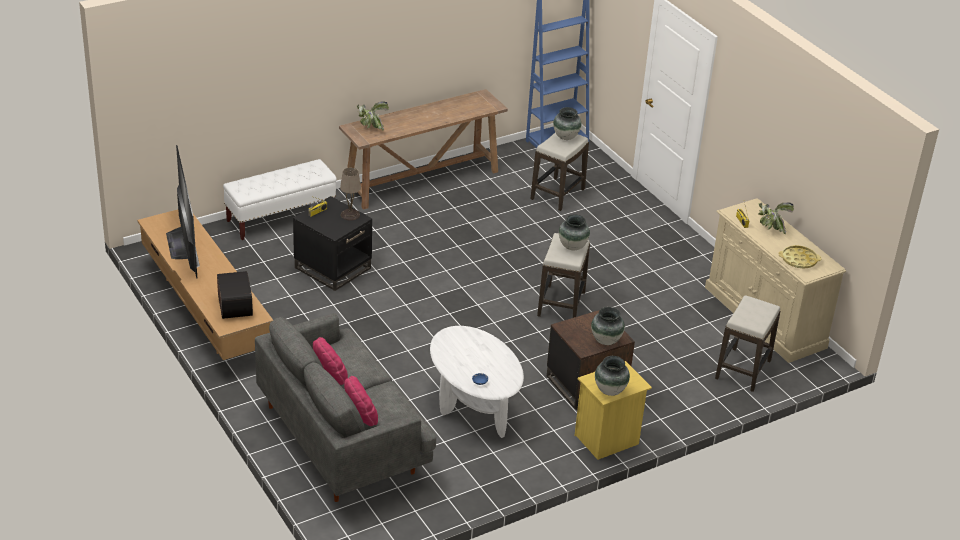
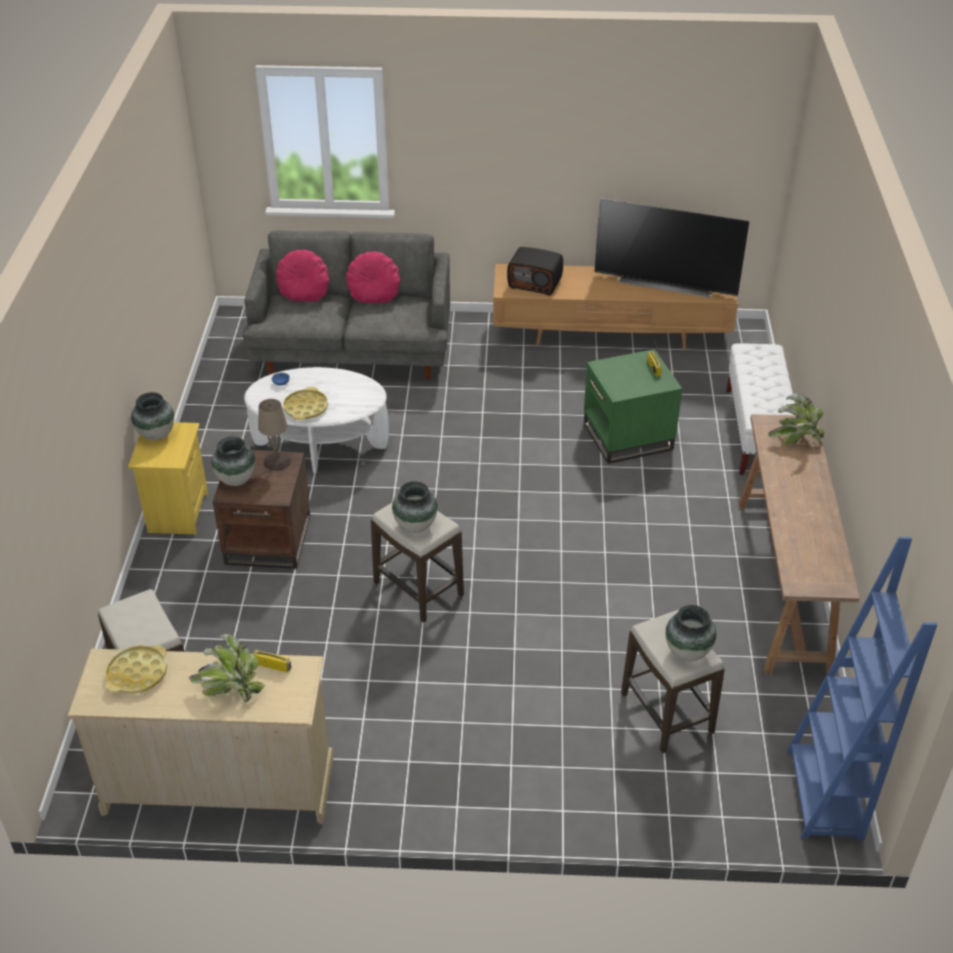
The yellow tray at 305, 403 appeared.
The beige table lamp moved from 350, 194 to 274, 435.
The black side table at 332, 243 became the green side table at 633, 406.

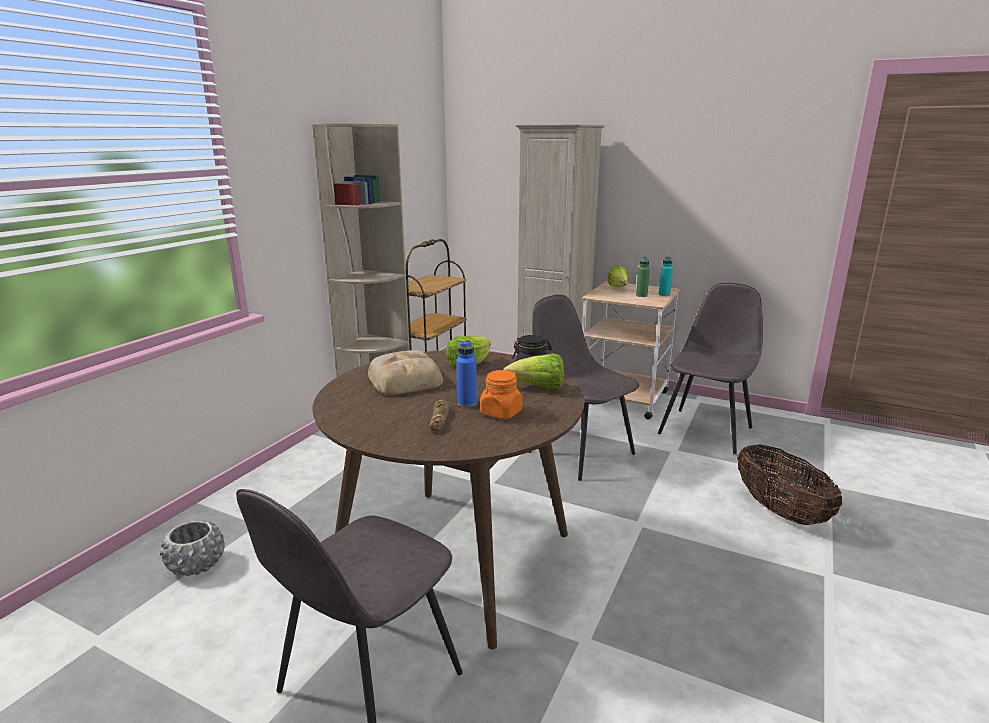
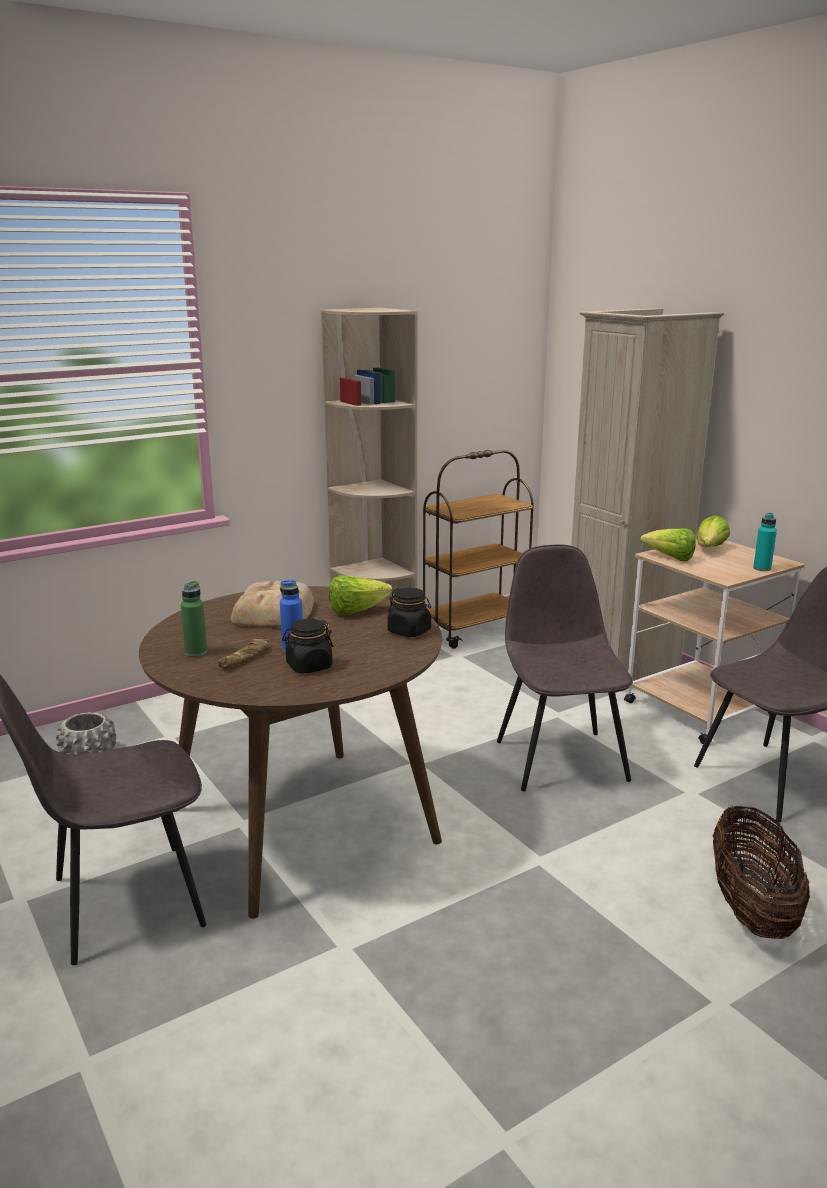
The lettuce moved from 533, 371 to 668, 544.
The green bottle moved from 643, 277 to 194, 619.
The orange jar at 501, 394 became the black jar at 308, 646.

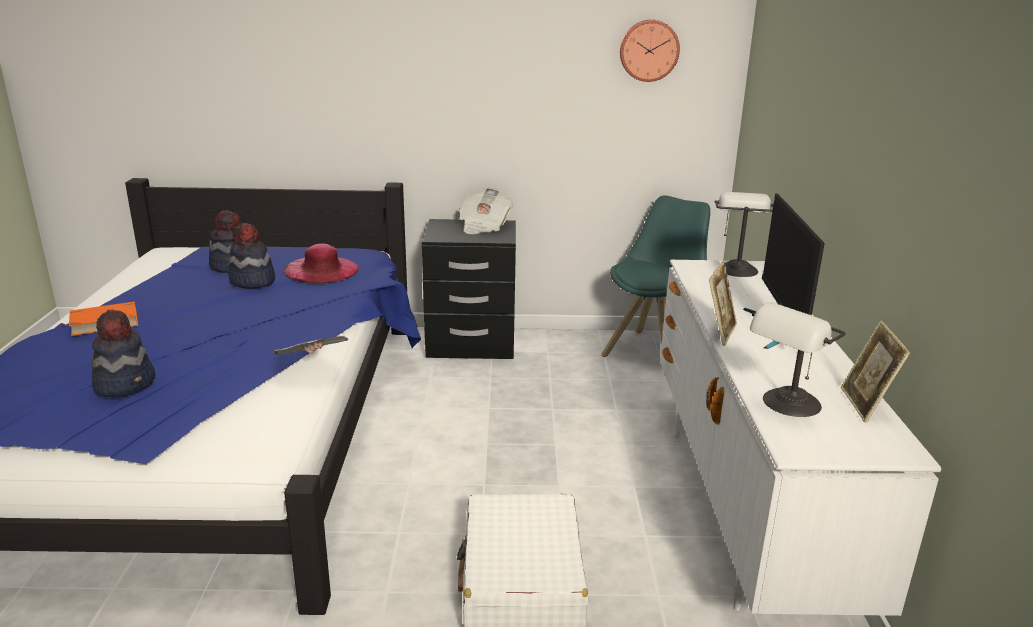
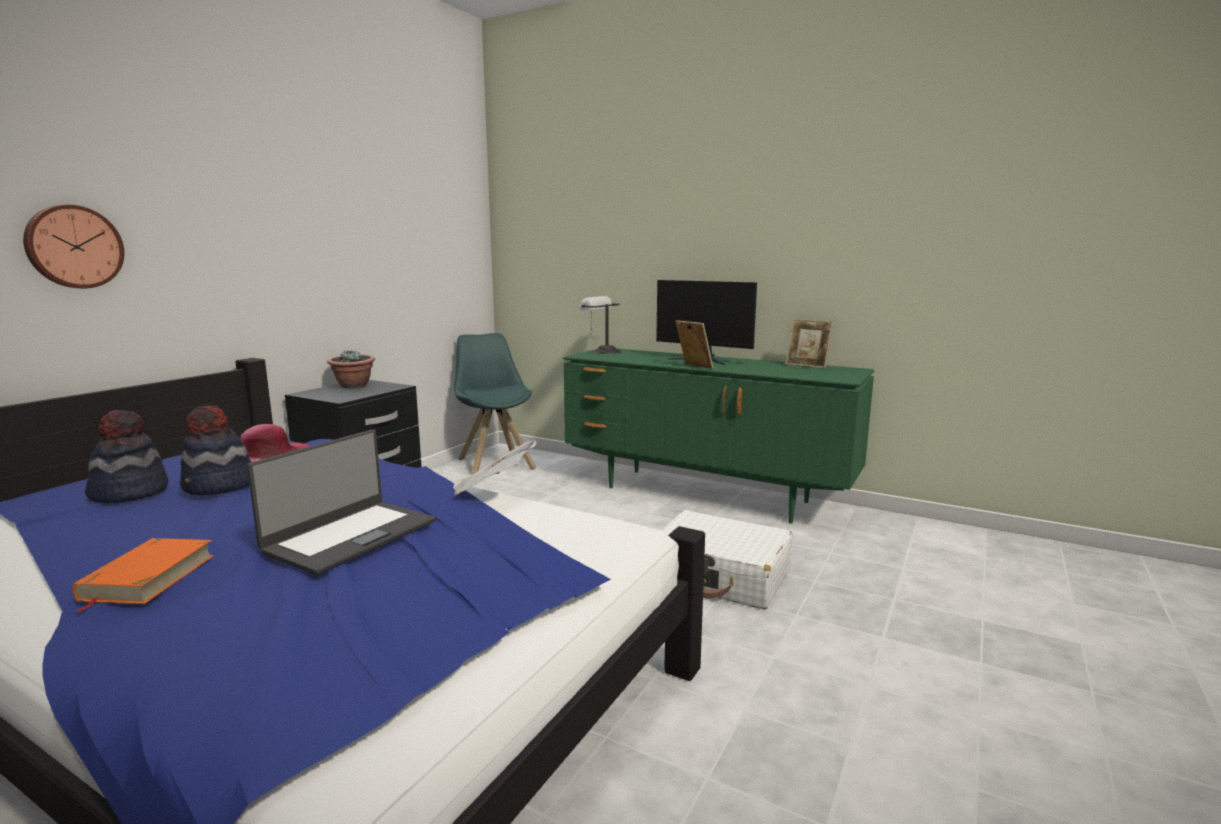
The hat at 123, 353 disappeared.
The table lamp at 798, 359 disappeared.
The laptop at 341, 502 appeared.
The wall clock moved from 650, 51 to 73, 246.
The newspaper at 486, 211 was replaced by the potted plant at 351, 369.
The white dresser at 800, 438 became the green dresser at 718, 436.

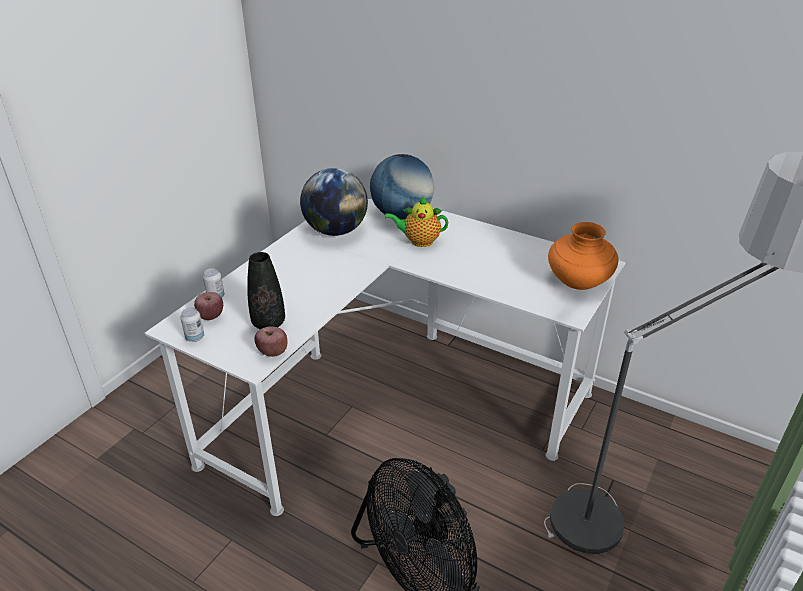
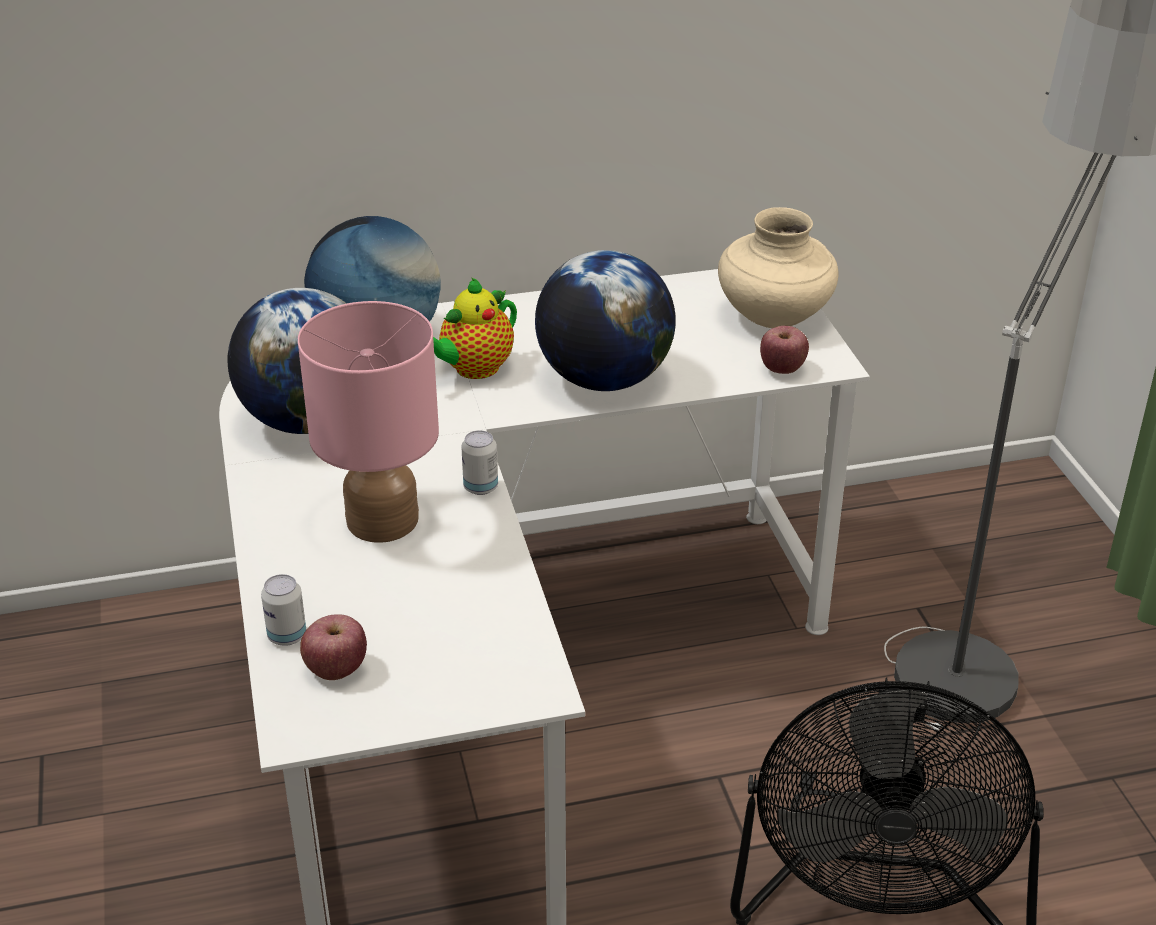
The black vase at 266, 290 disappeared.
The pink table lamp at 368, 422 appeared.
The globe at 605, 320 appeared.
The can moved from 192, 324 to 479, 462.
The apple moved from 270, 341 to 784, 350.
The orange vase at 583, 256 became the beige vase at 778, 267.

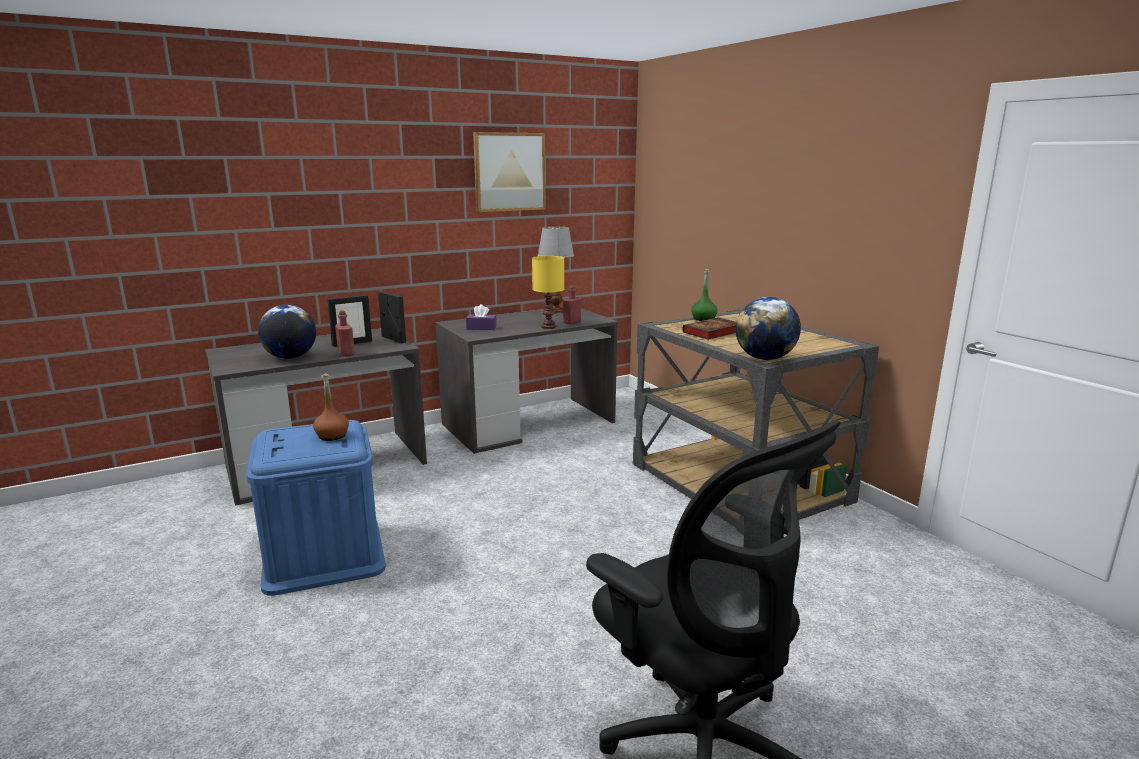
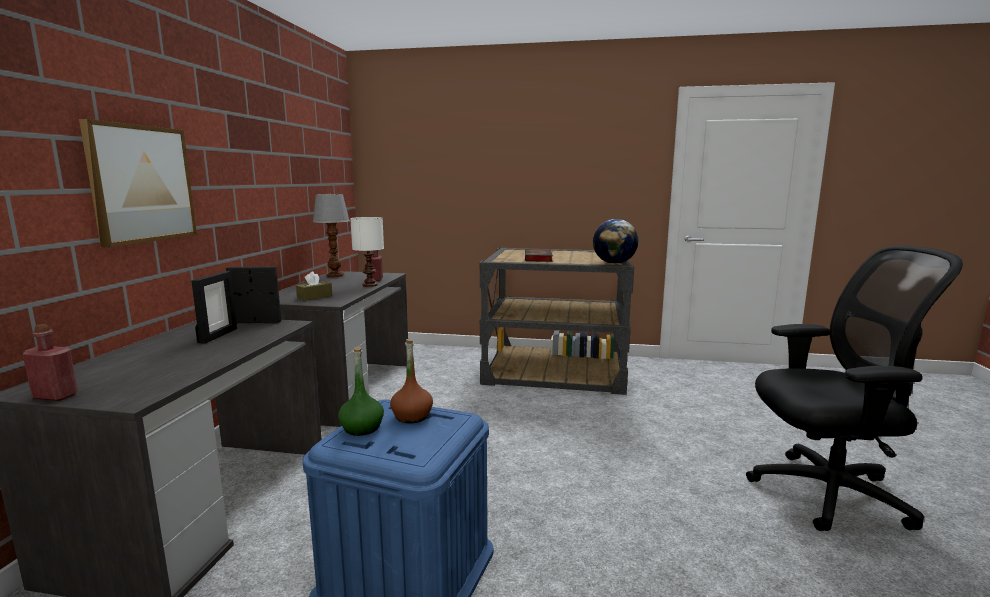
The globe at 287, 332 disappeared.
The red bottle moved from 345, 333 to 50, 362.
The picture moved from 509, 172 to 138, 183.
The green bottle moved from 704, 295 to 361, 391.
The purple tissue box at 481, 317 became the brown tissue box at 314, 286.
The yellow table lamp at 548, 292 became the white table lamp at 367, 252.

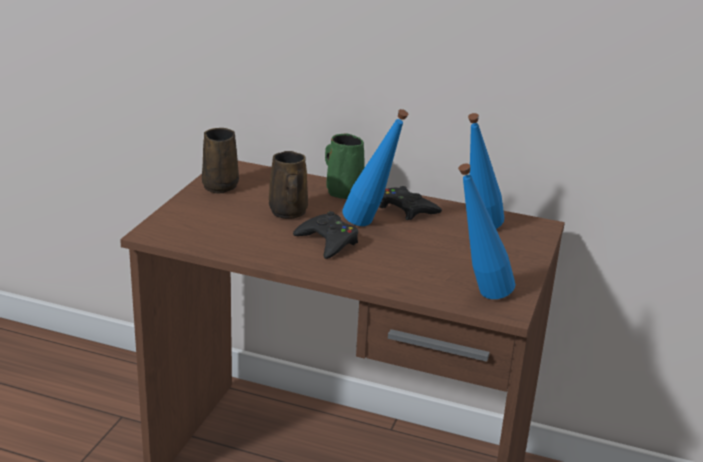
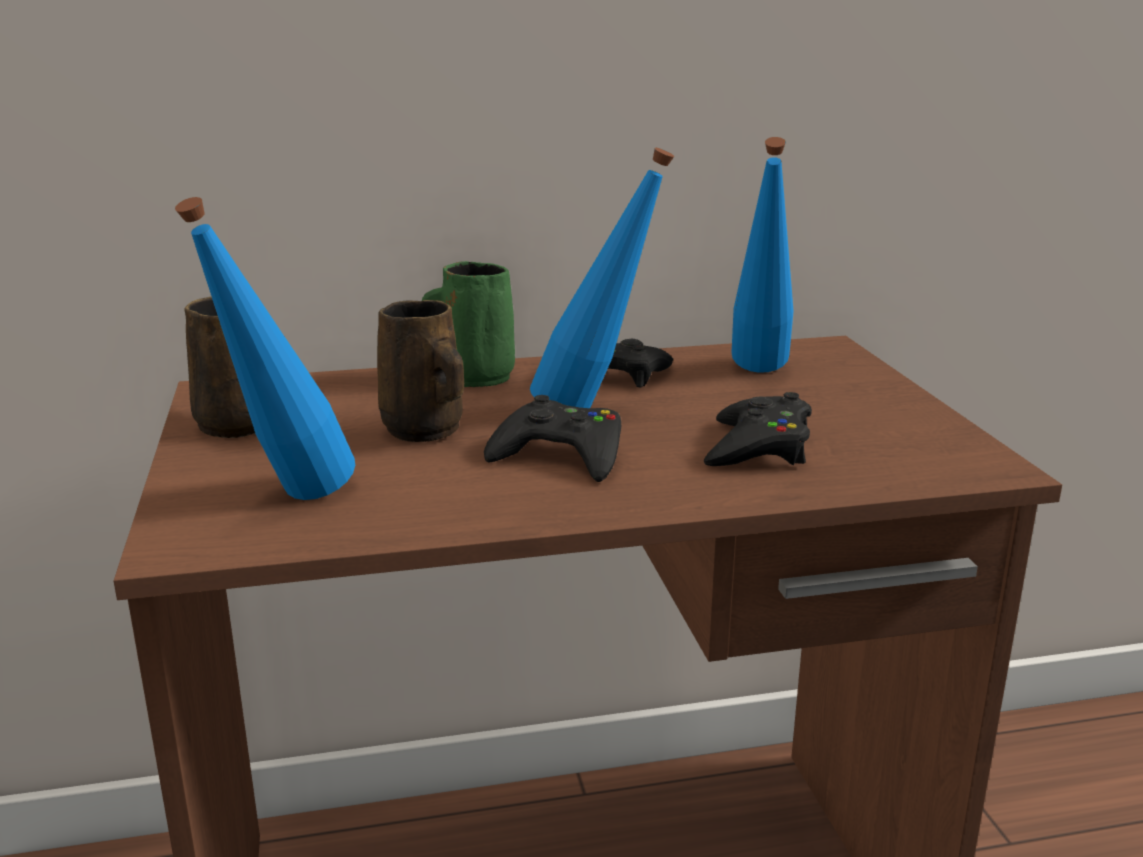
The black game controller at 758, 429 appeared.
The blue bottle moved from 486, 231 to 265, 348.

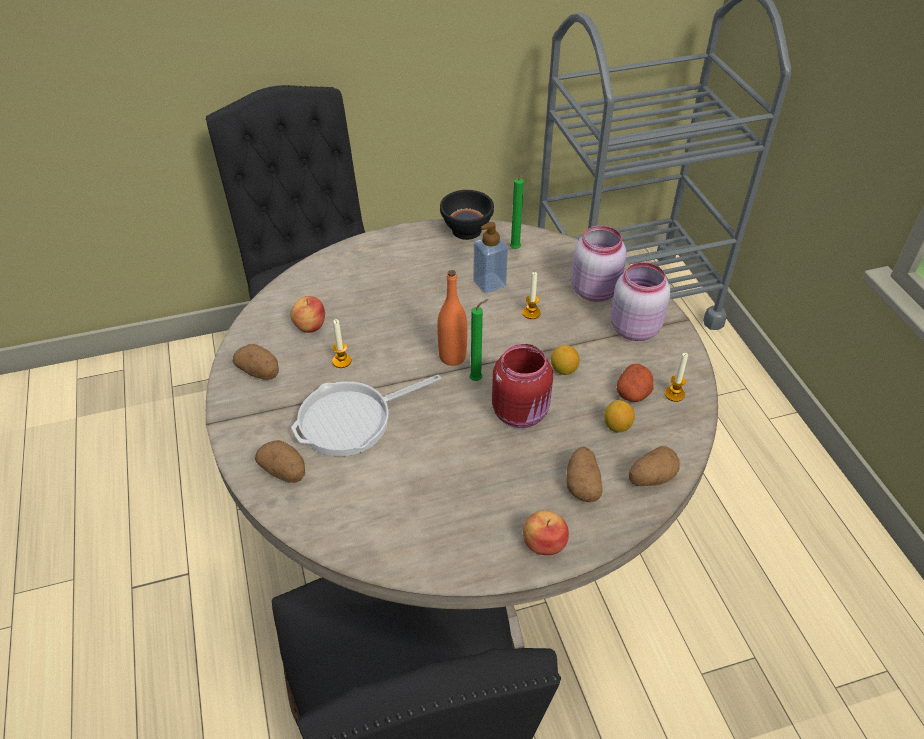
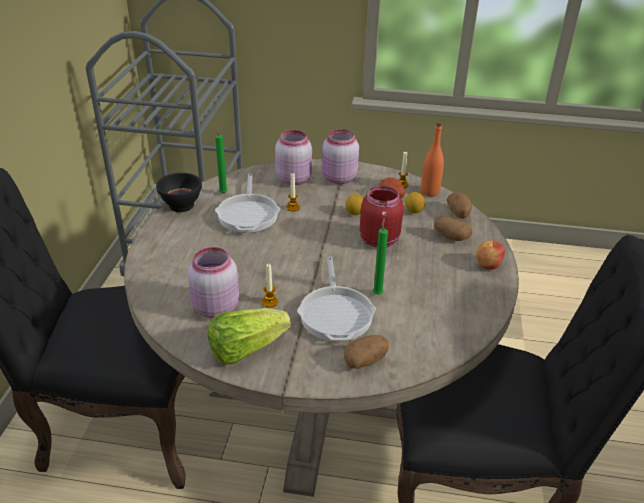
The orange bottle moved from 452, 318 to 432, 160.
The green candle moved from 479, 340 to 380, 256.
The potato at 256, 362 was replaced by the lettuce at 249, 336.
The apple at 307, 314 was replaced by the pink jar at 213, 282.
The soap dispenser at 490, 258 was replaced by the frying pan at 247, 203.

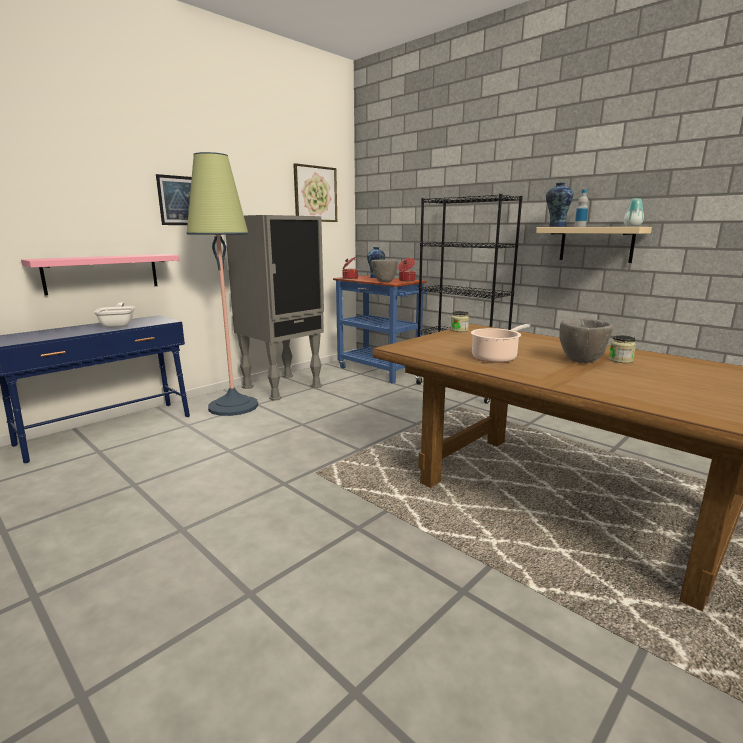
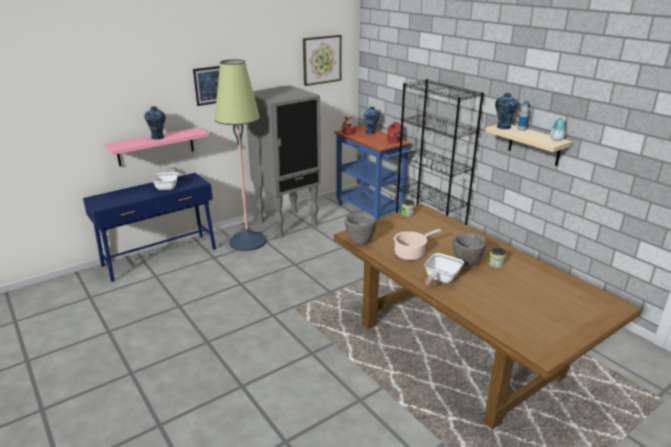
The vase at 155, 123 appeared.
The frying pan at 444, 269 appeared.
The grey bowl moved from 384, 270 to 360, 229.

